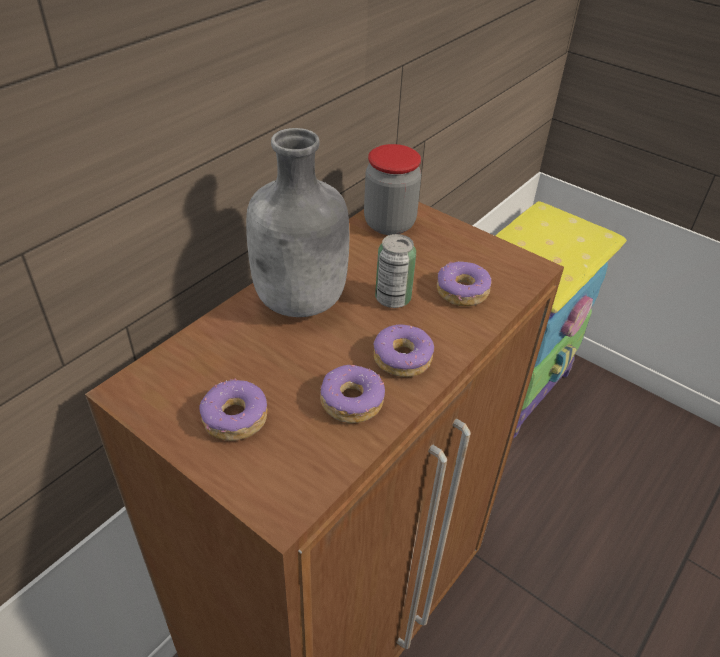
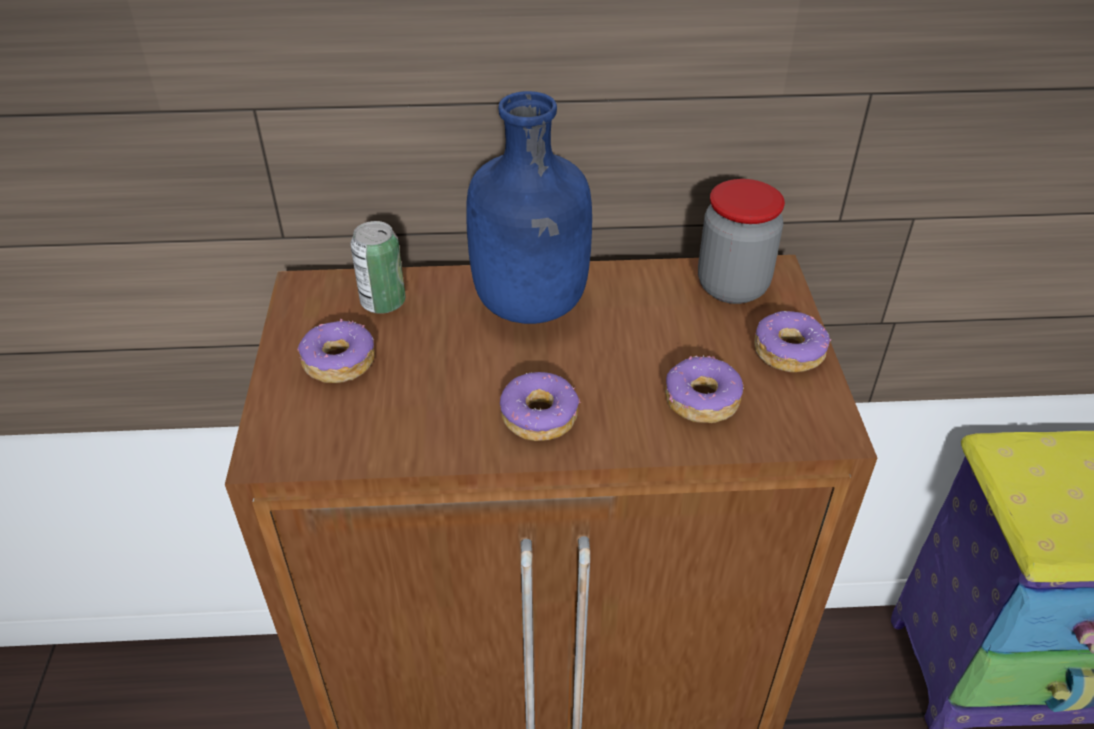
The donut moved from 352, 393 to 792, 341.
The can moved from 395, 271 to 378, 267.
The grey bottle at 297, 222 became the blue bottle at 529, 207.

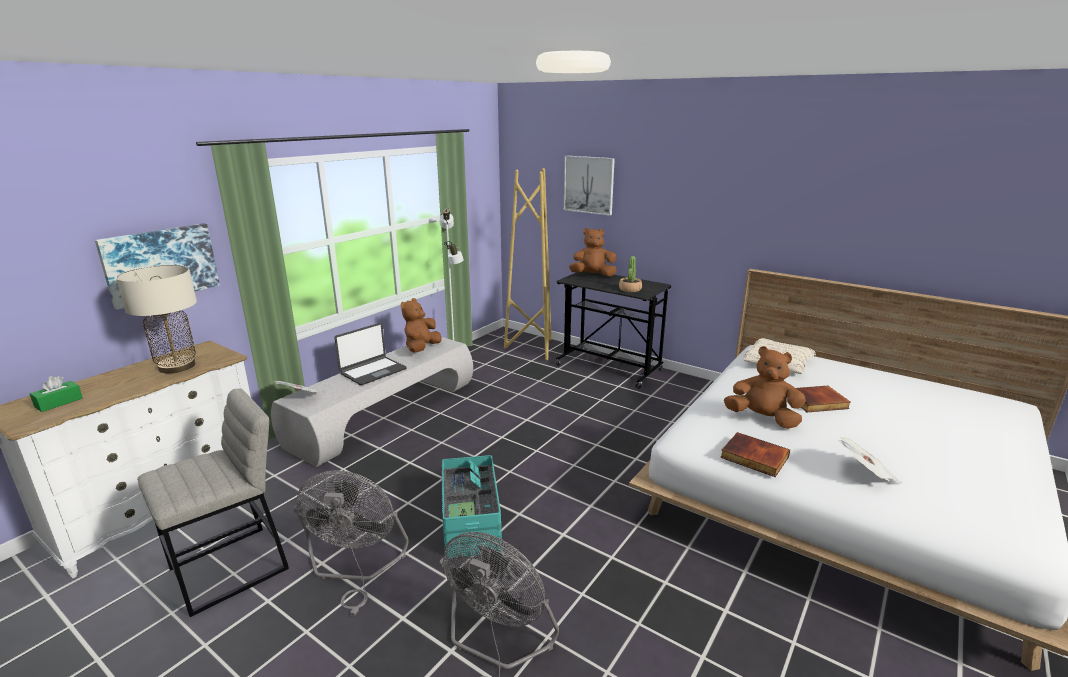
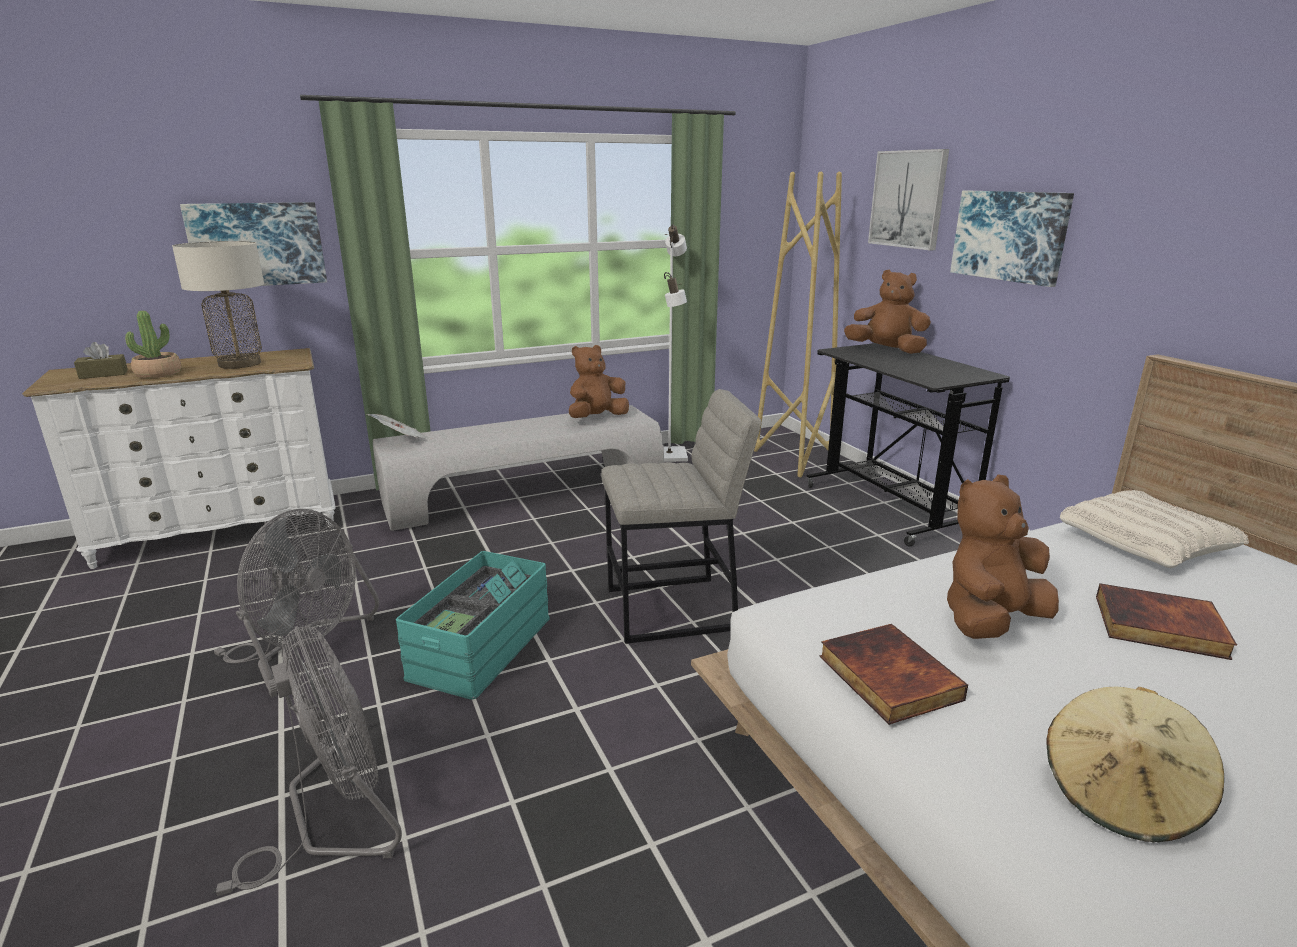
The laptop at 371, 354 disappeared.
The picture at 1012, 239 appeared.
The grey chair moved from 213, 502 to 681, 516.
The potted plant moved from 630, 274 to 153, 344.
The newspaper at 870, 460 was replaced by the beige hat at 1135, 765.
The green tissue box at 56, 394 became the brown tissue box at 101, 360.
The grey fan at 350, 543 turned 75 degrees clockwise.
The brown plush toy at 765, 387 turned 90 degrees counterclockwise.

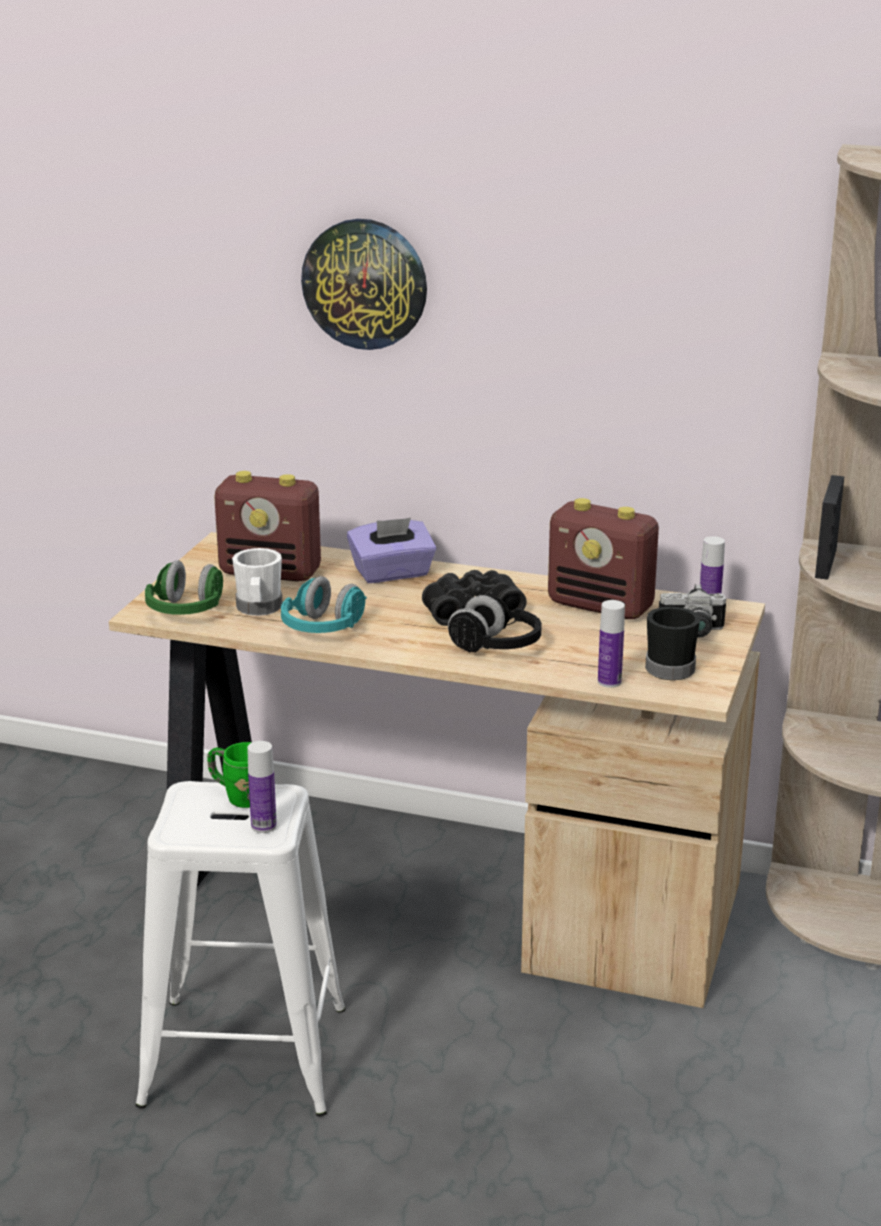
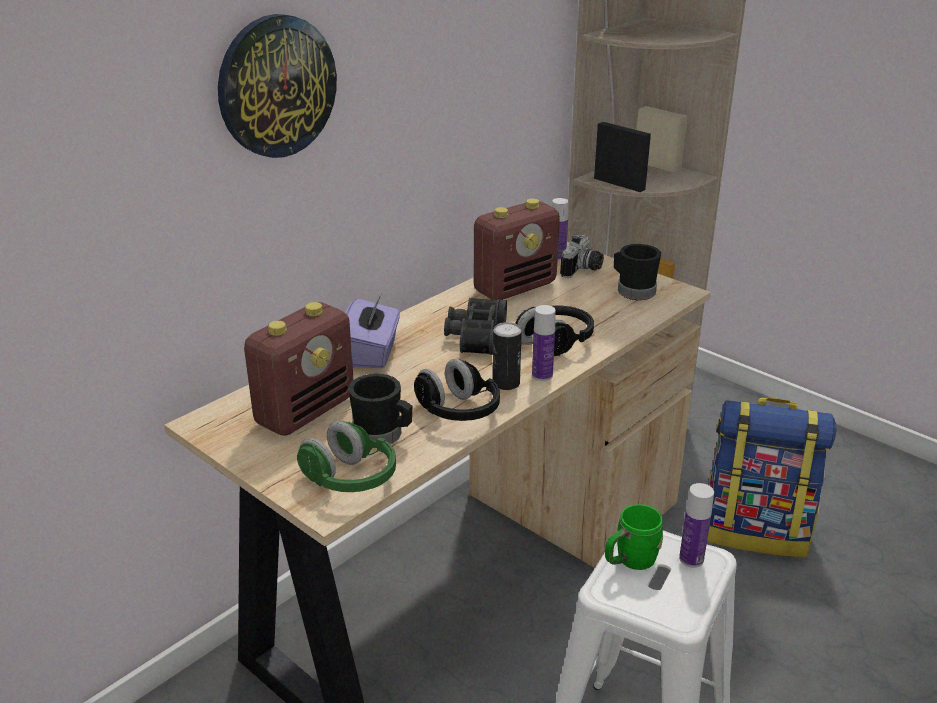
The can at 507, 356 appeared.
The backpack at 772, 477 appeared.
The bottle moved from 611, 644 to 544, 343.
The white mug at 257, 582 became the black mug at 380, 410.
The turquoise headphones at 324, 604 became the black headphones at 457, 390.

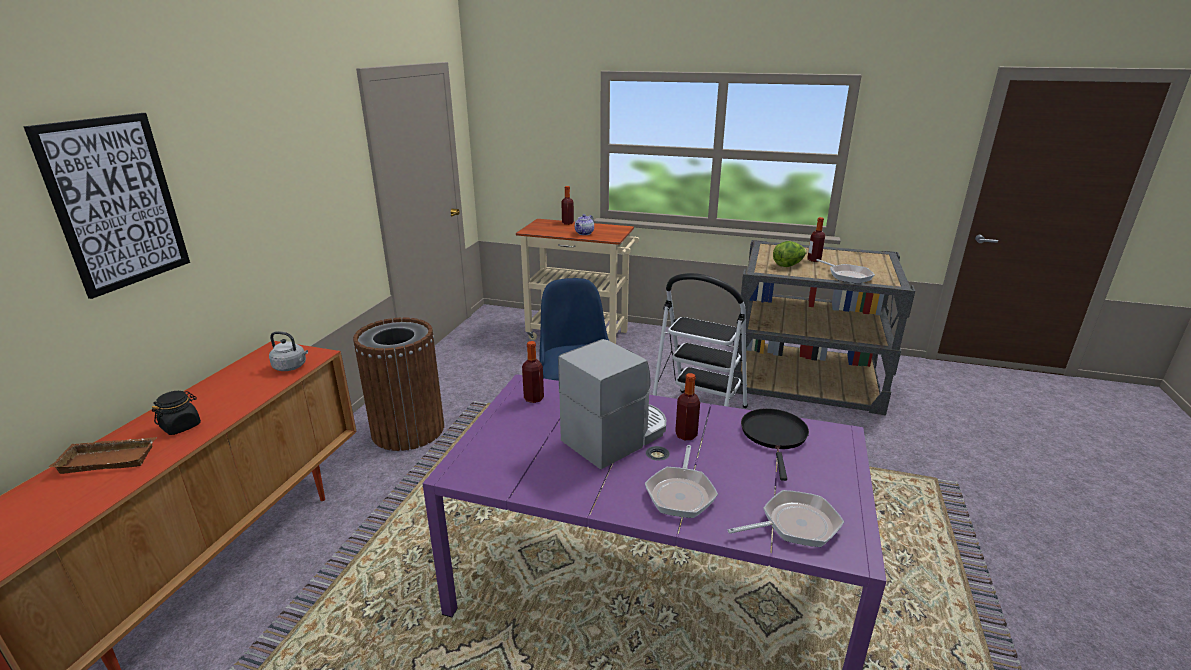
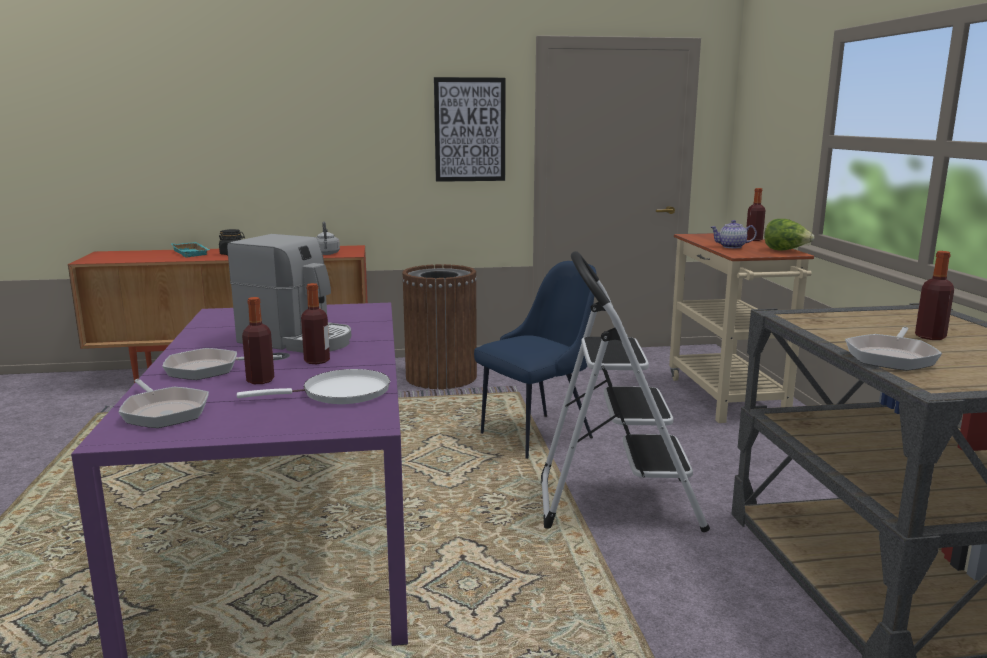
The picture moved from 106, 206 to 470, 129.
The bottle moved from 533, 372 to 258, 340.
The lettuce moved from 790, 254 to 789, 235.
The brown tray at 103, 455 became the turquoise tray at 190, 250.
The black frying pan at 775, 444 became the white frying pan at 313, 386.

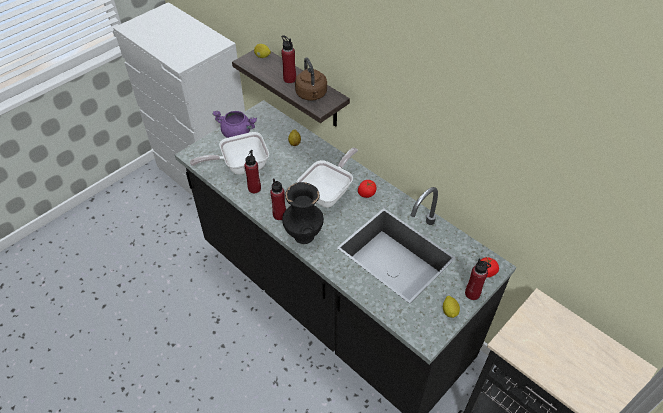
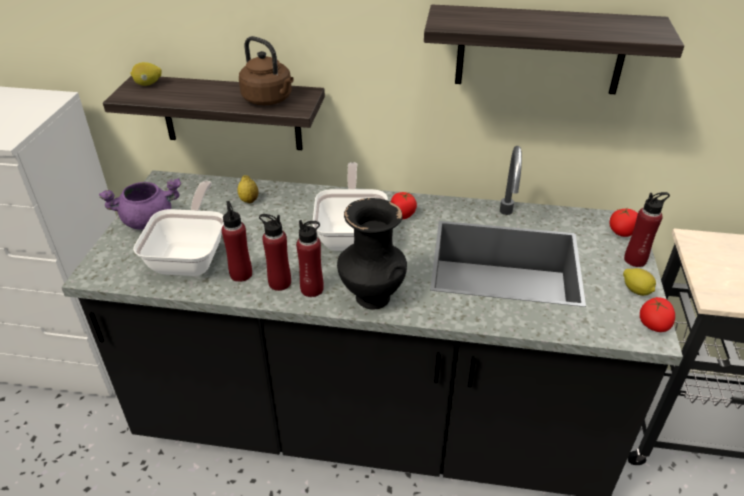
The shelf at 554, 49 appeared.
The tomato at 657, 314 appeared.
The red bottle moved from 288, 59 to 275, 252.
The frying pan at 229, 153 turned 150 degrees clockwise.

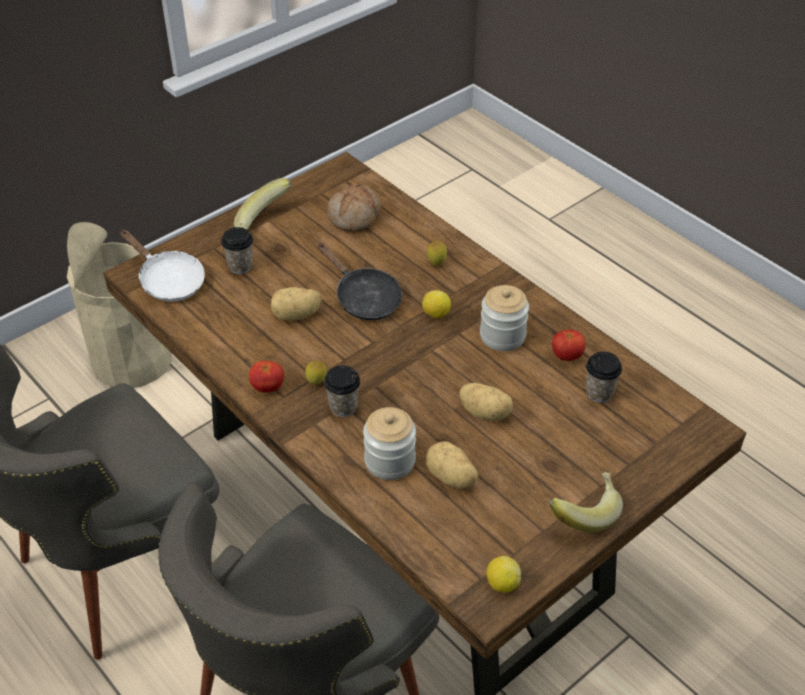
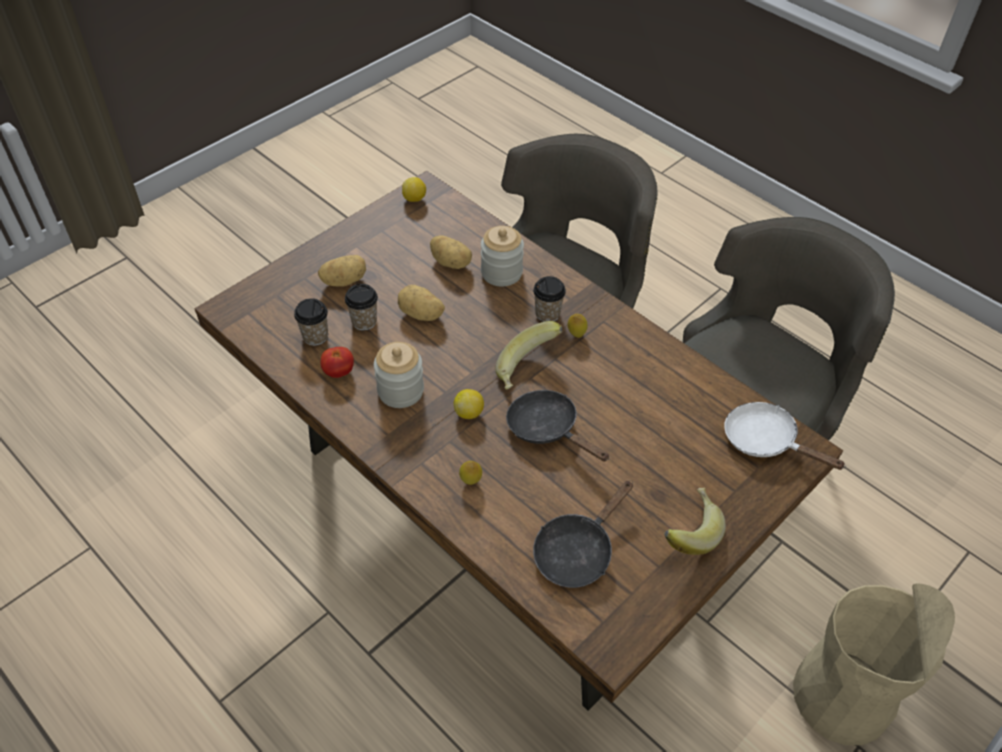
The tomato at 266, 377 disappeared.
The cup moved from 237, 250 to 361, 307.
The potato moved from 296, 304 to 342, 271.
The banana moved from 586, 502 to 528, 355.
The bread at 354, 208 was replaced by the black frying pan at 583, 534.

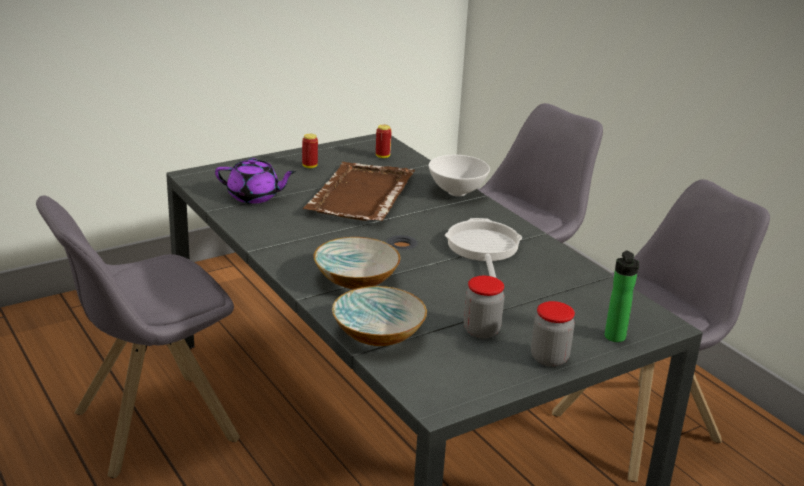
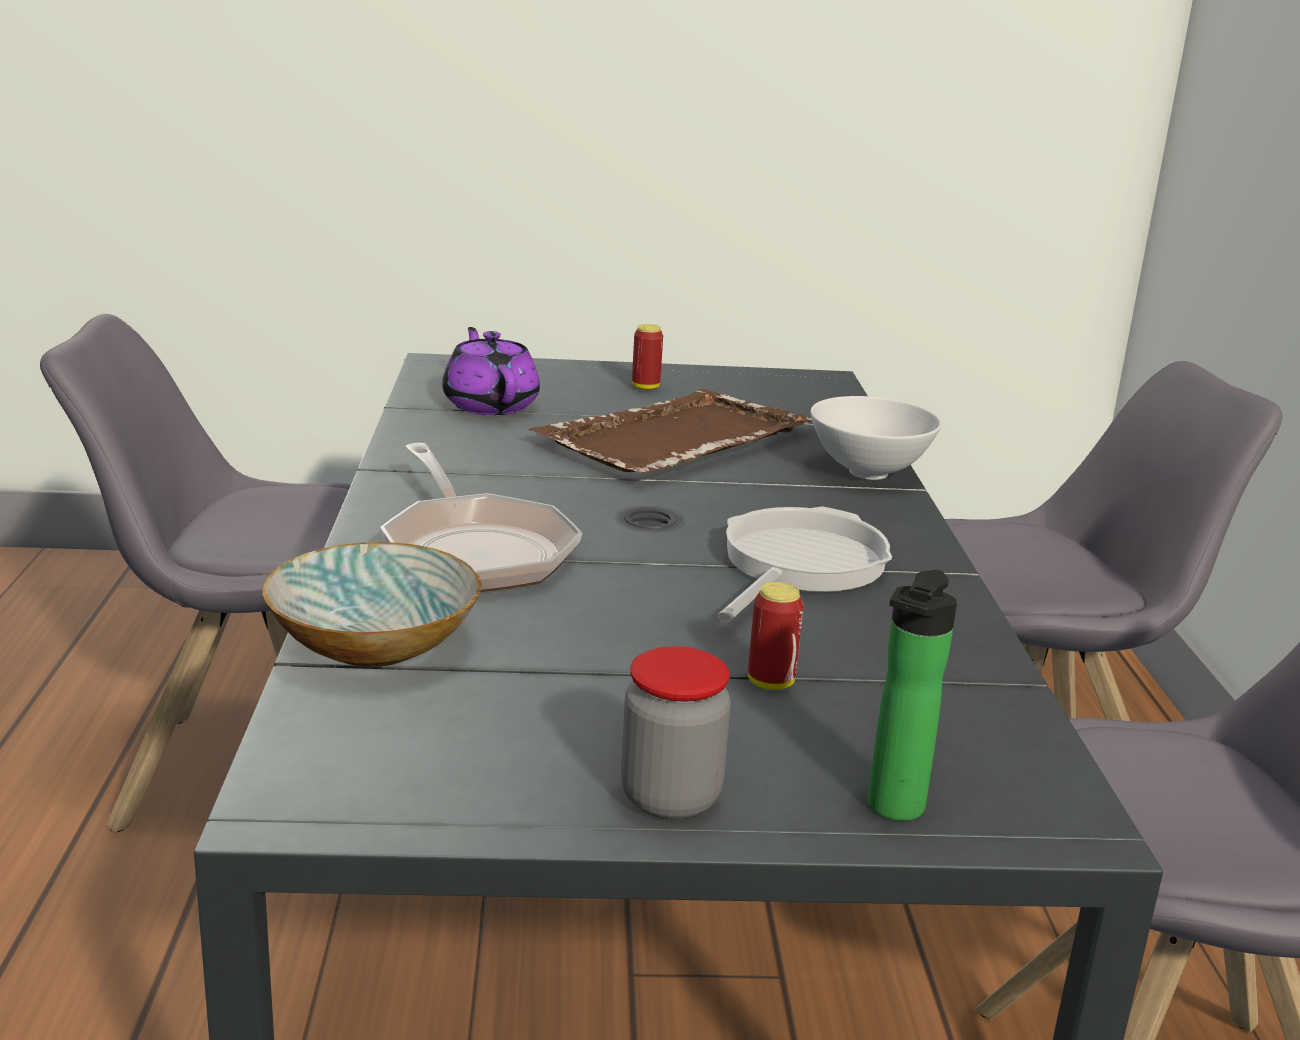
The jar at 484, 307 disappeared.
The can moved from 384, 141 to 776, 636.
The bowl at 357, 263 was replaced by the frying pan at 481, 517.
The purple teapot at 255, 181 turned 150 degrees counterclockwise.

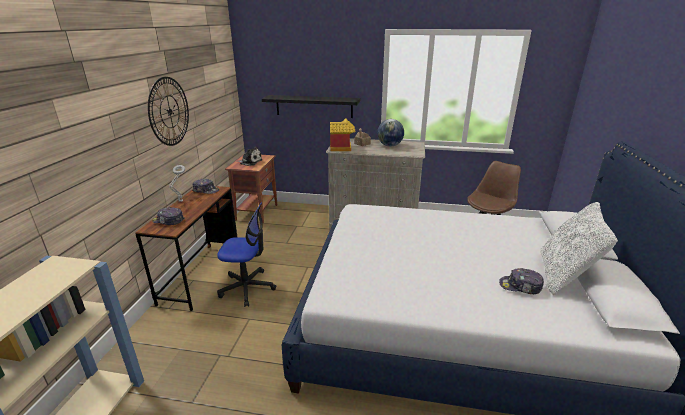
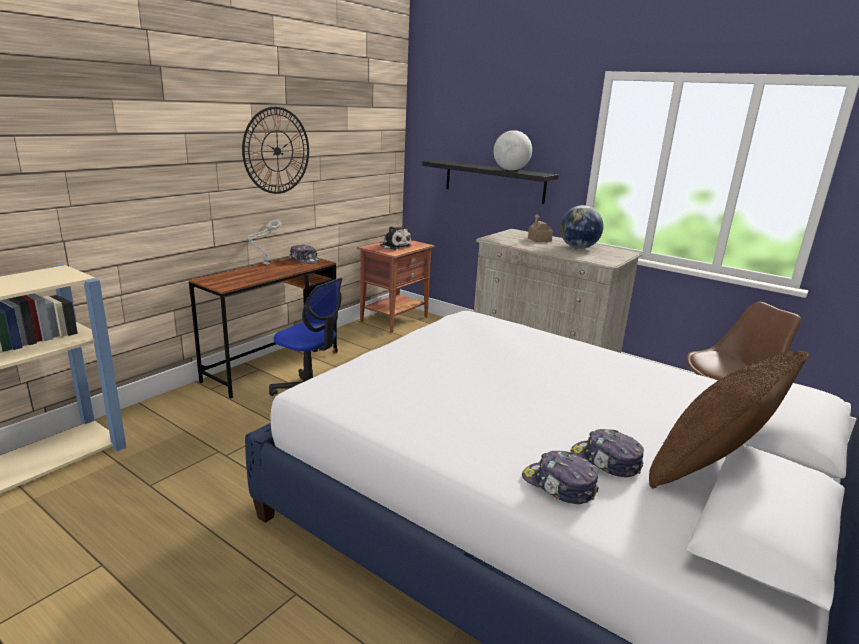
The toy house at 342, 134 disappeared.
The globe at 512, 150 appeared.
The cap moved from 168, 216 to 560, 477.
The white pillow at 579, 248 became the brown pillow at 729, 419.

